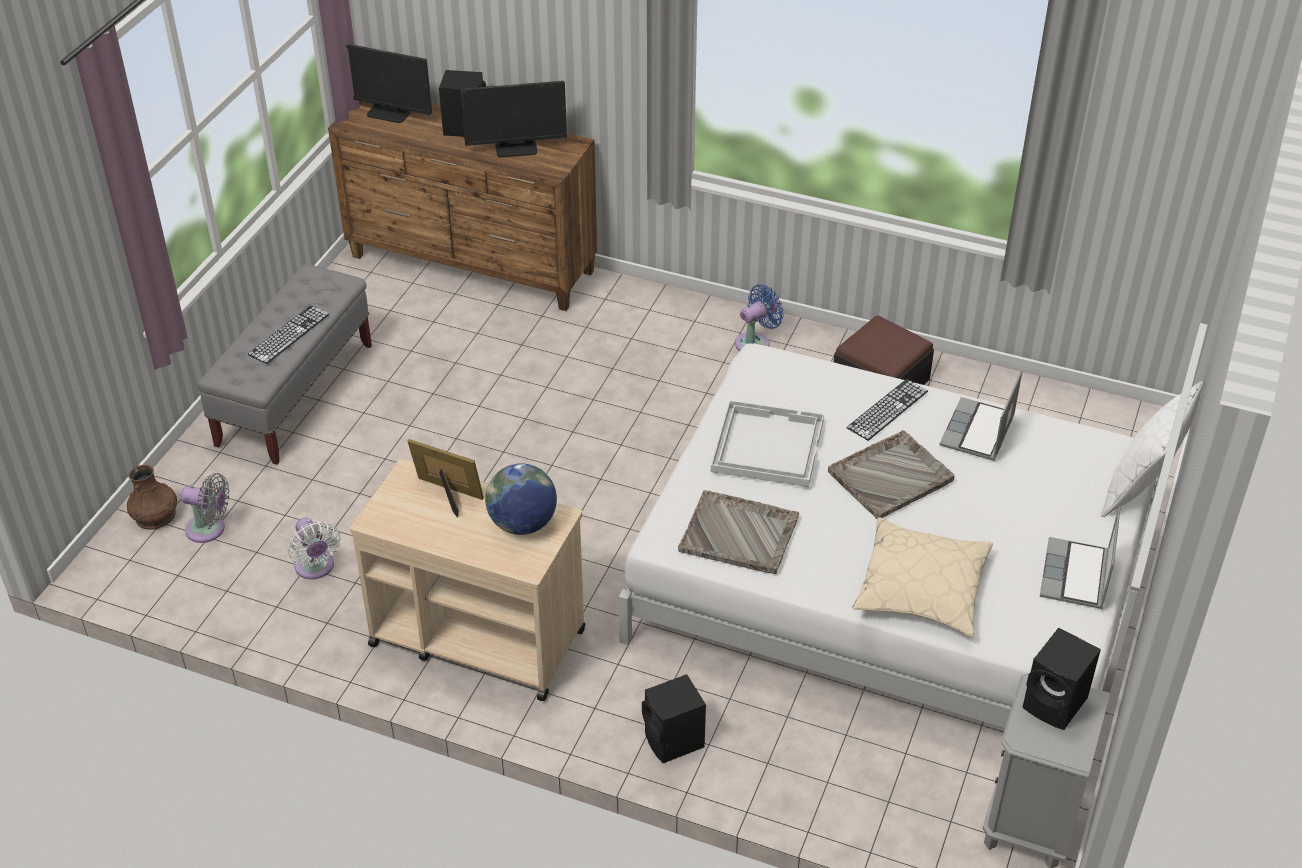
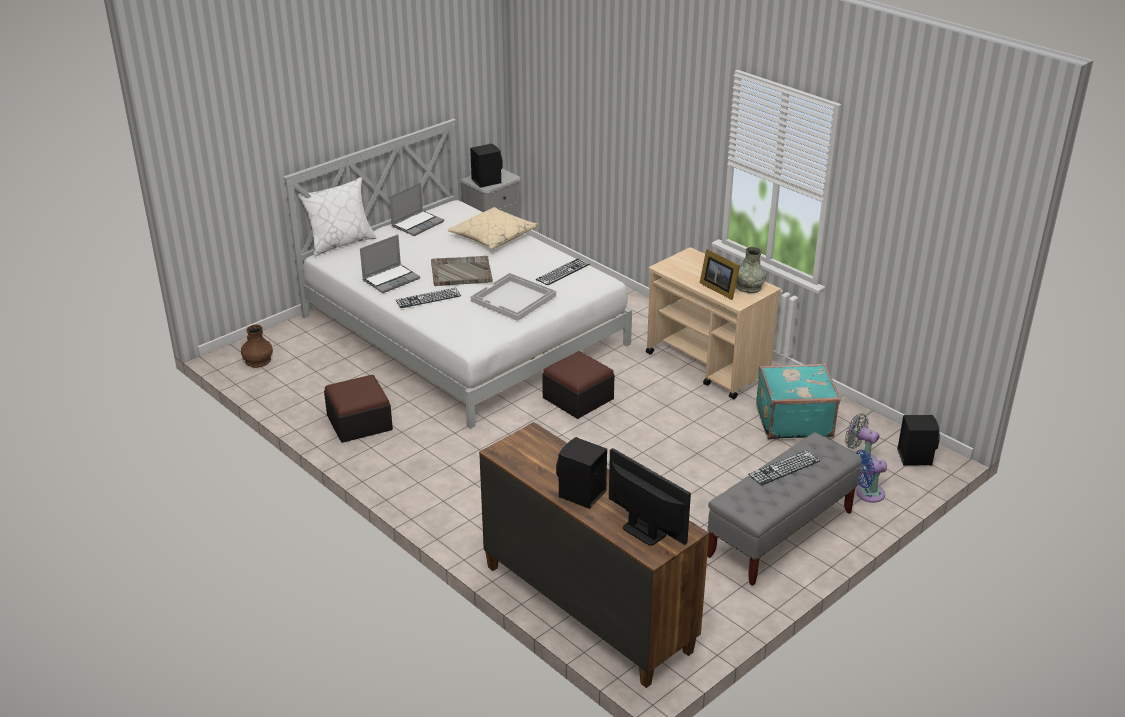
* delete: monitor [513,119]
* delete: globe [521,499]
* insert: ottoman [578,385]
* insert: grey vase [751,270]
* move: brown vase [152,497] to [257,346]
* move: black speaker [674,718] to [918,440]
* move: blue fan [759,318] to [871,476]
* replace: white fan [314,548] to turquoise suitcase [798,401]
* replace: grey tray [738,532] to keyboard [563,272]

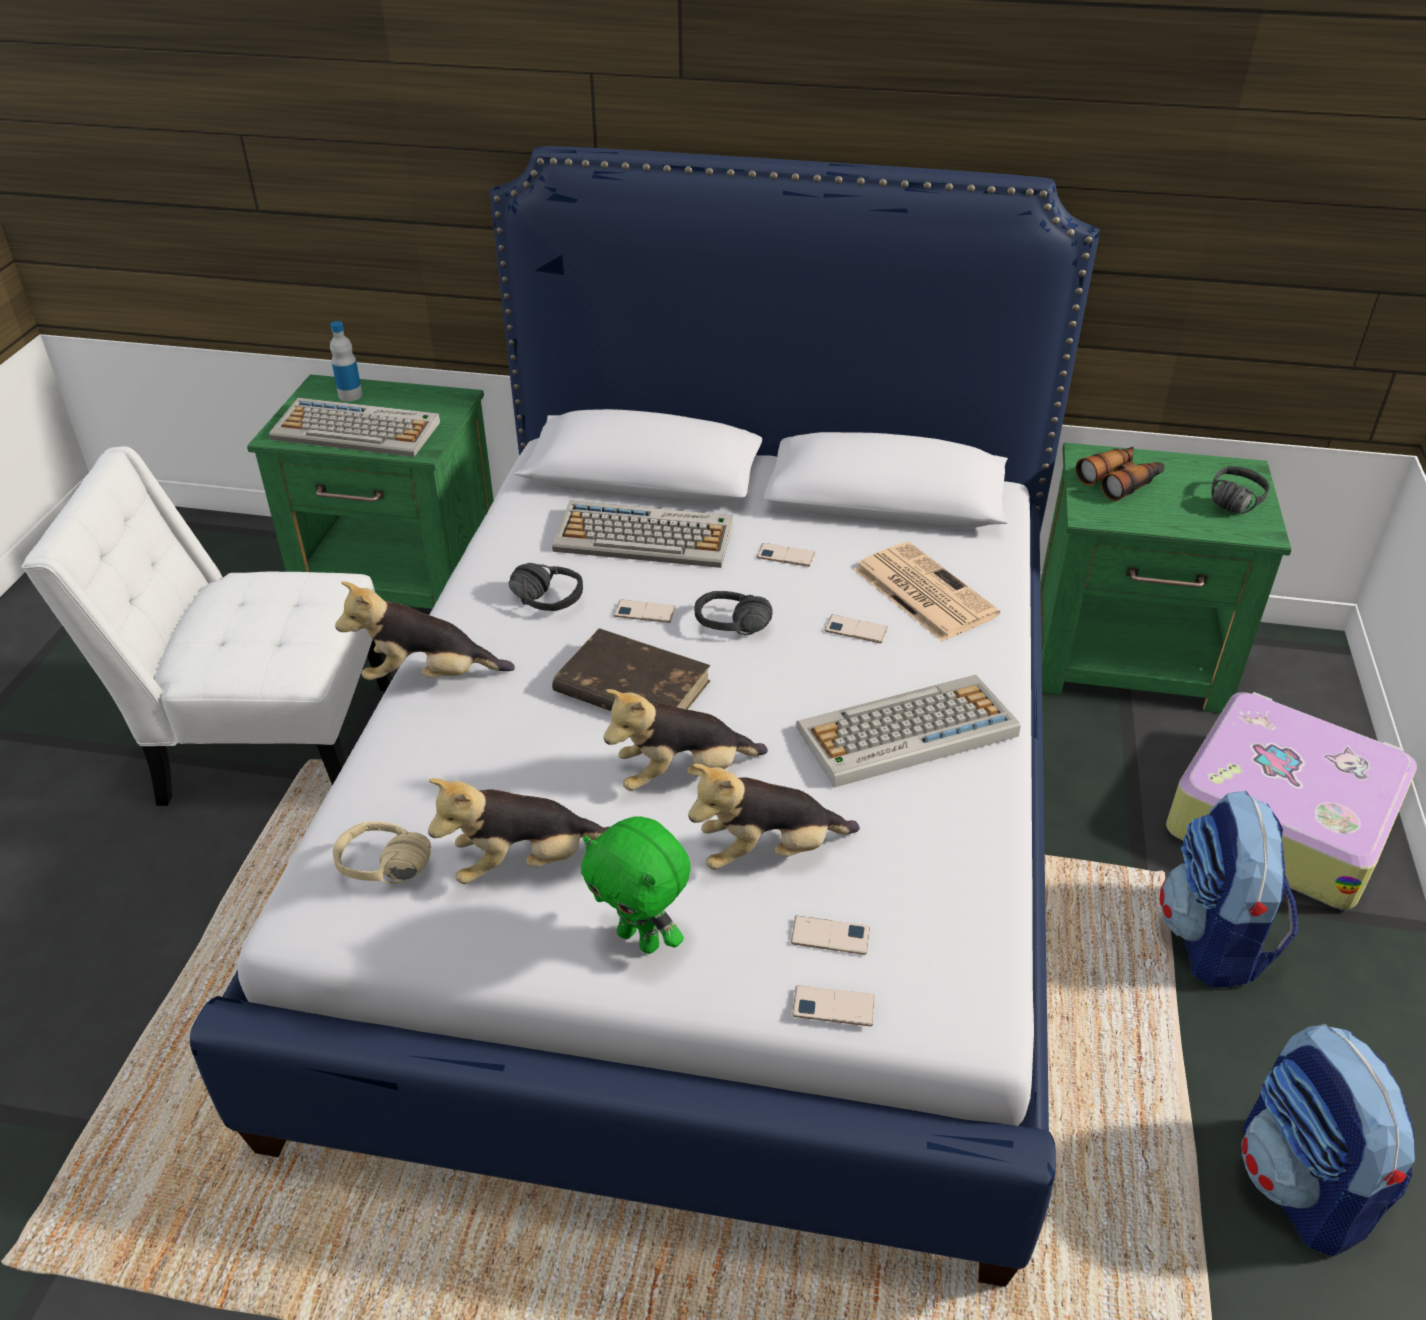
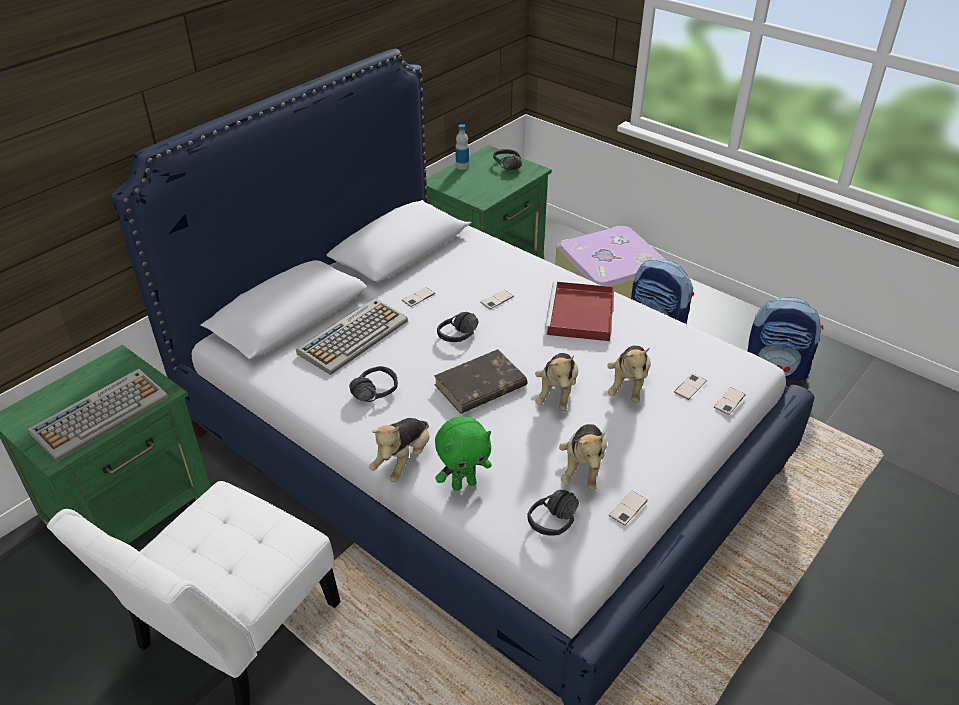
* delete: newspaper [926,591]
* delete: binoculars [1120,474]
* move: bottle [346,361] to [462,147]
* move: green plush toy [636,885] to [463,454]
* move: phone [645,611] to [628,508]
* replace: keyboard [908,731] to red tray [579,311]
* recolor: beige headphones [382,853] to black headphones [553,513]

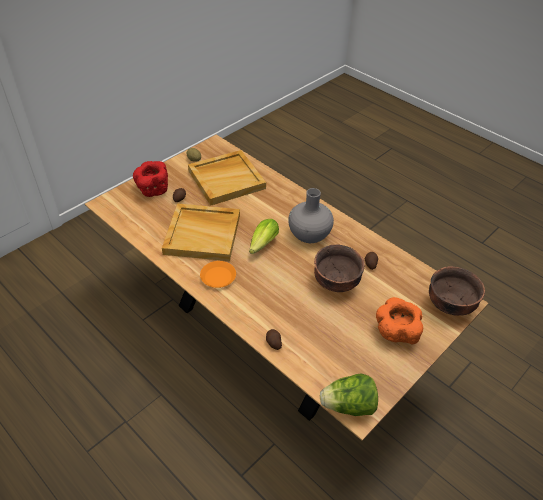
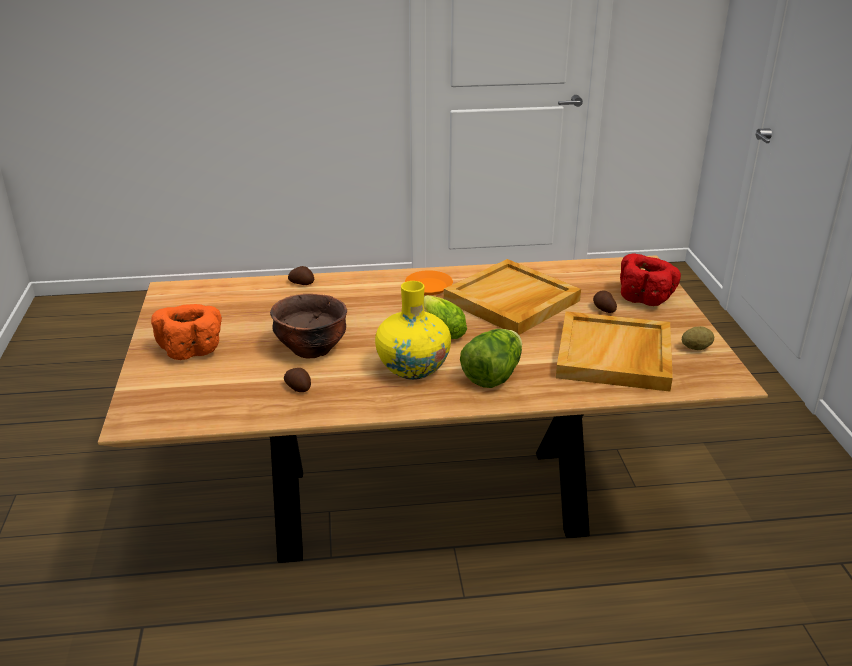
* delete: brown bowl [457,291]
* move: lettuce [349,395] to [491,358]
* recolor: grey vase [311,215] to yellow vase [413,330]

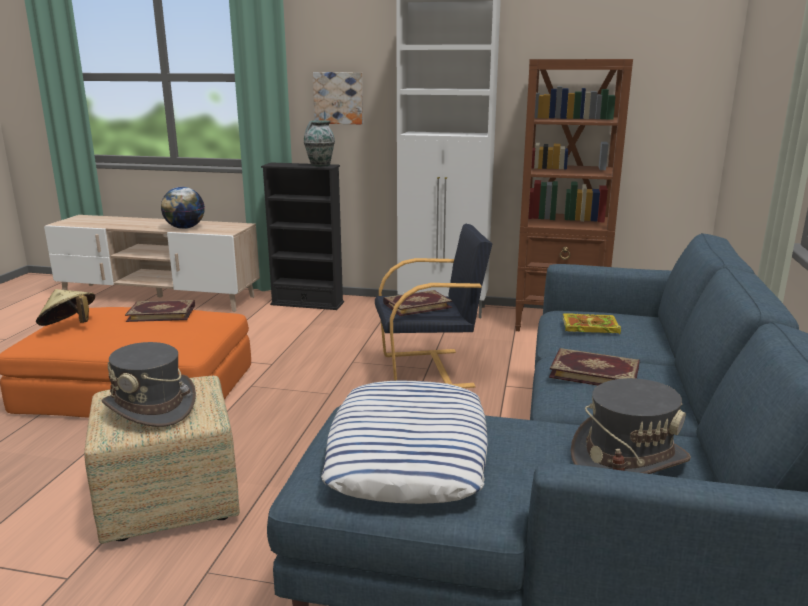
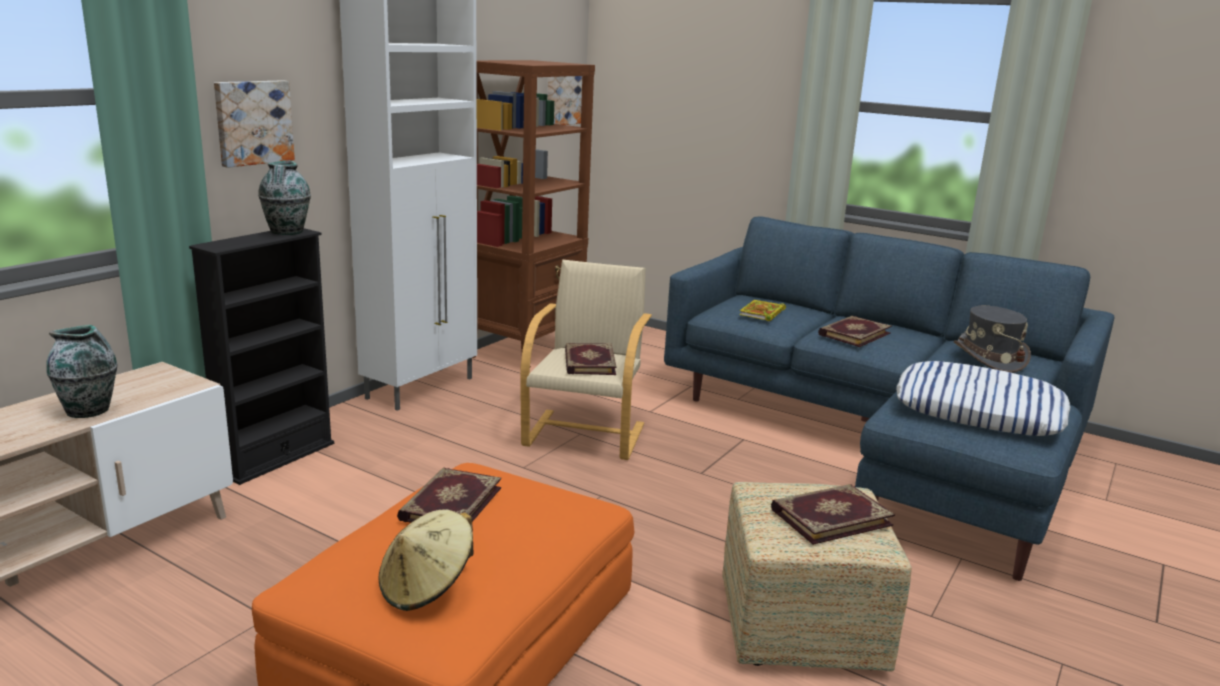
* insert: picture [564,100]
* replace: grey hat [148,384] to book [833,514]
* replace: globe [183,208] to vase [81,371]
* recolor: black armchair [433,306] to beige armchair [586,360]

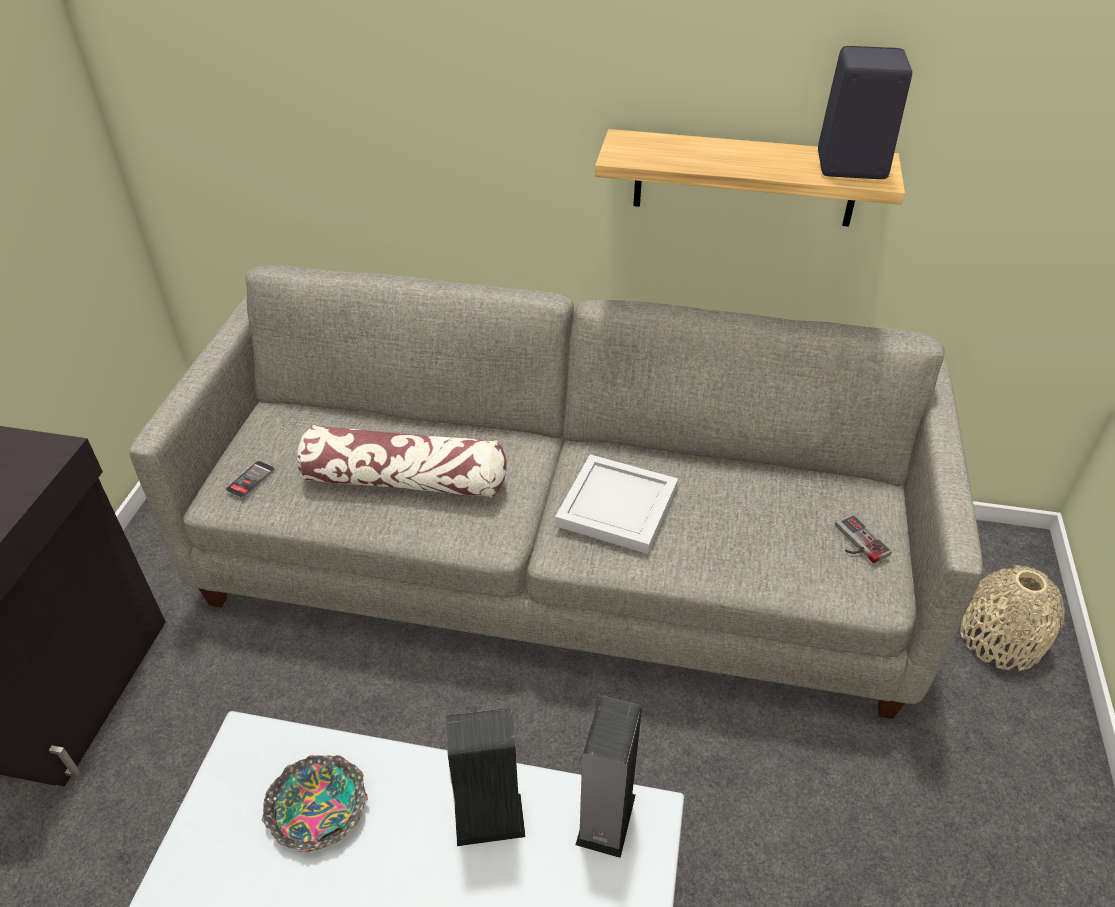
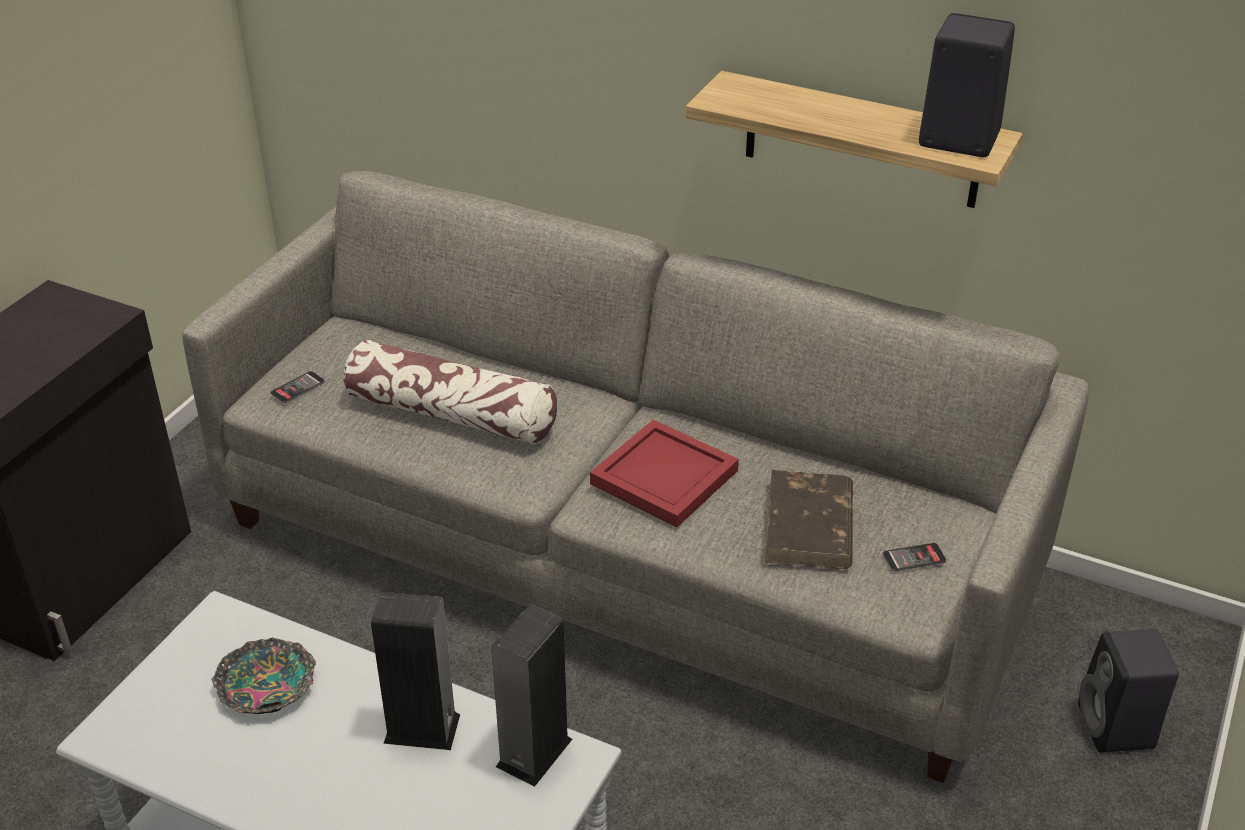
* insert: brown book [809,519]
* replace: game controller [863,538] to phone [914,557]
* replace: beige vase [1012,618] to black speaker [1128,690]
* recolor: white tray [616,504] to red tray [664,473]

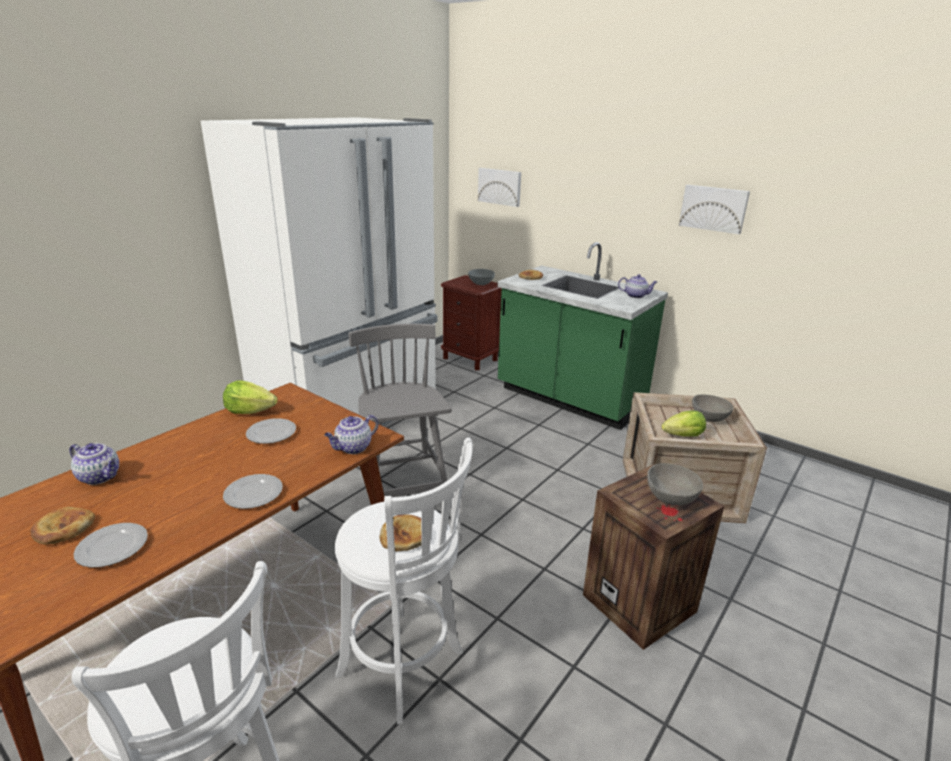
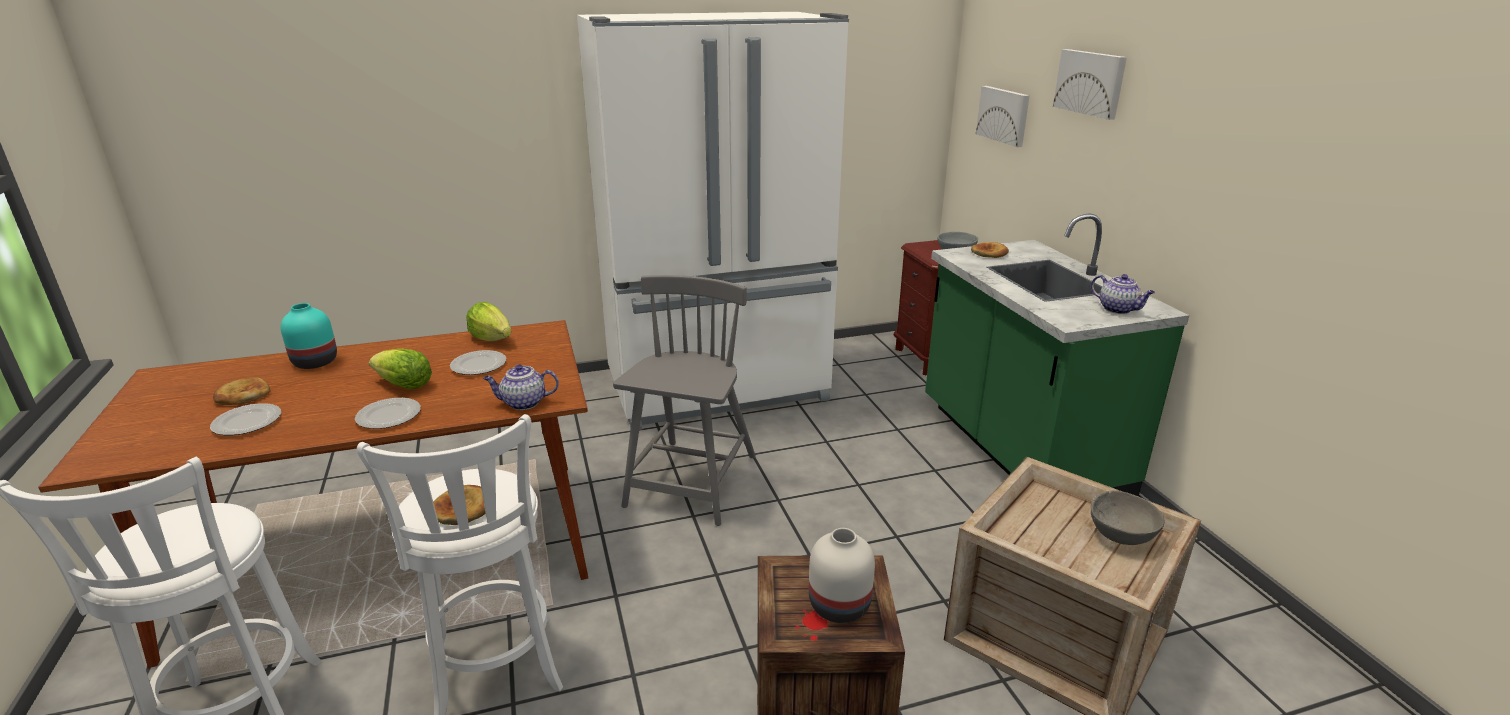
* move: lettuce [683,424] to [400,369]
* move: picture [714,209] to [1090,84]
* replace: teapot [94,464] to turquoise vase [309,336]
* replace: grey bowl [675,484] to white vase [842,575]

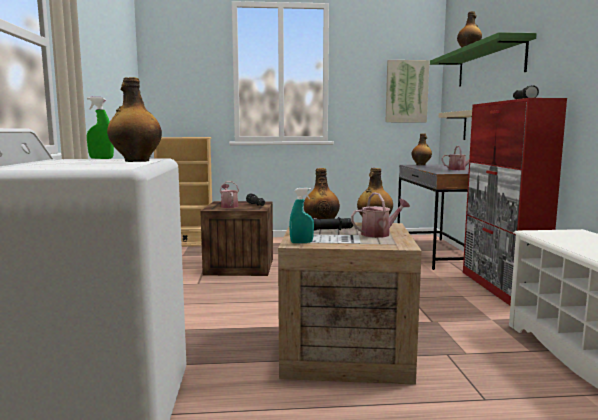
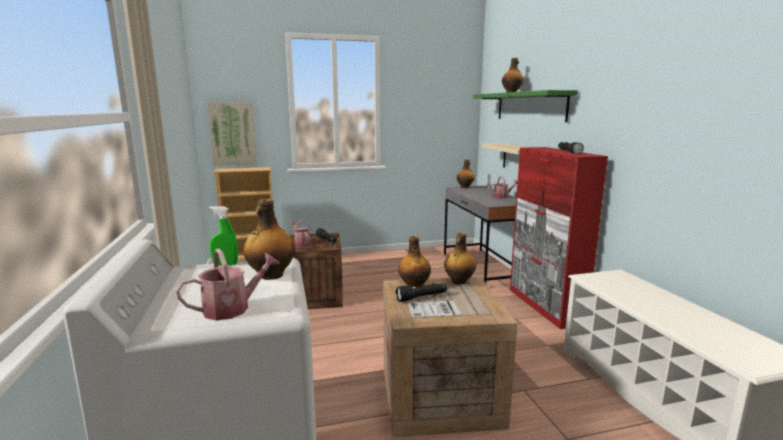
* delete: turquoise spray bottle [301,215]
* move: watering can [380,215] to [228,284]
* move: picture [408,91] to [232,134]

